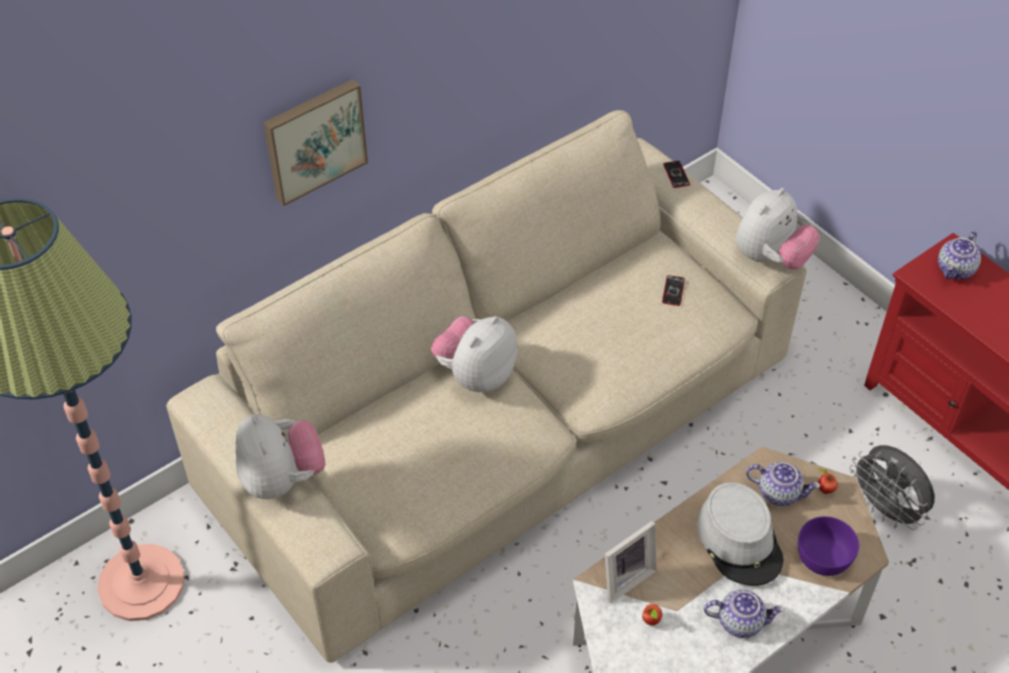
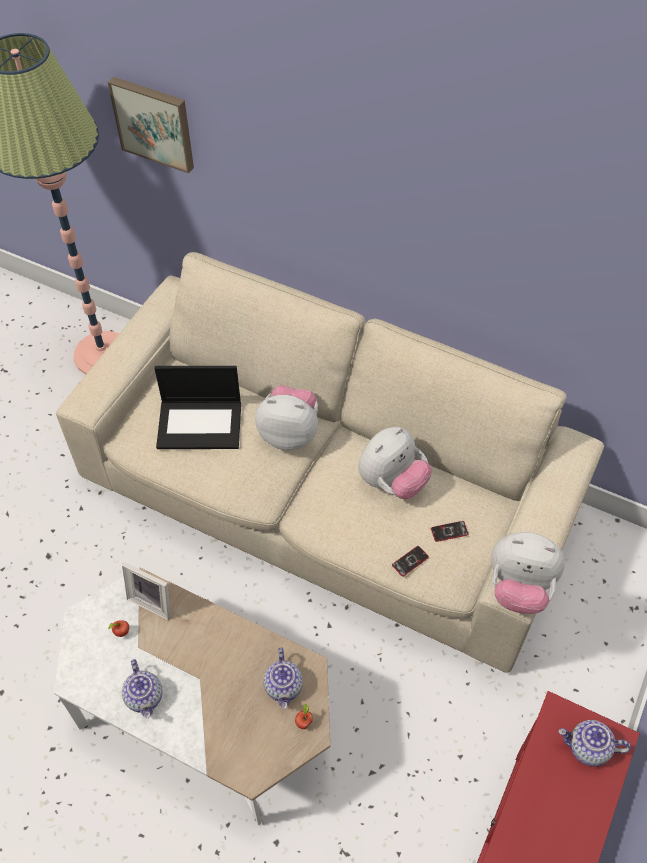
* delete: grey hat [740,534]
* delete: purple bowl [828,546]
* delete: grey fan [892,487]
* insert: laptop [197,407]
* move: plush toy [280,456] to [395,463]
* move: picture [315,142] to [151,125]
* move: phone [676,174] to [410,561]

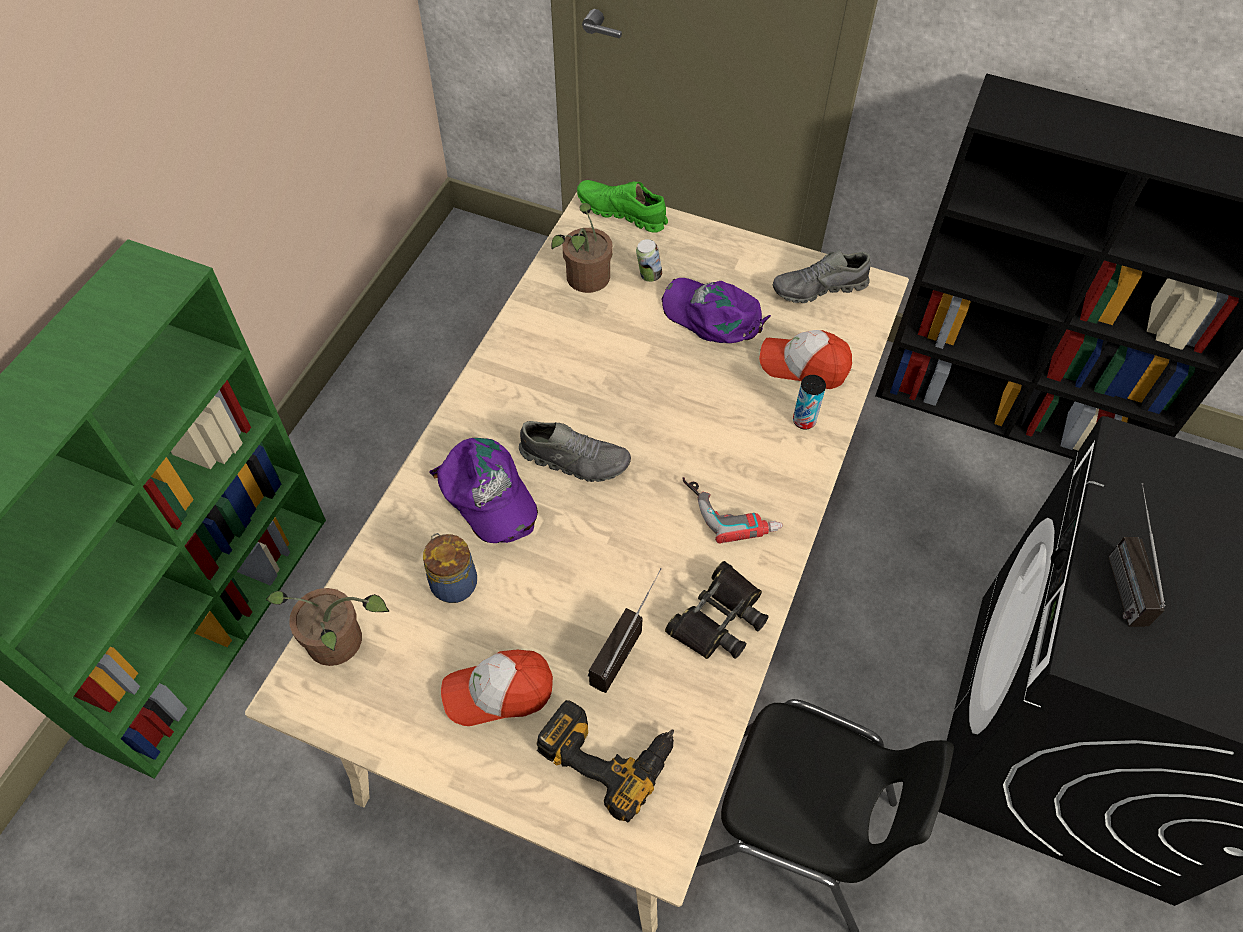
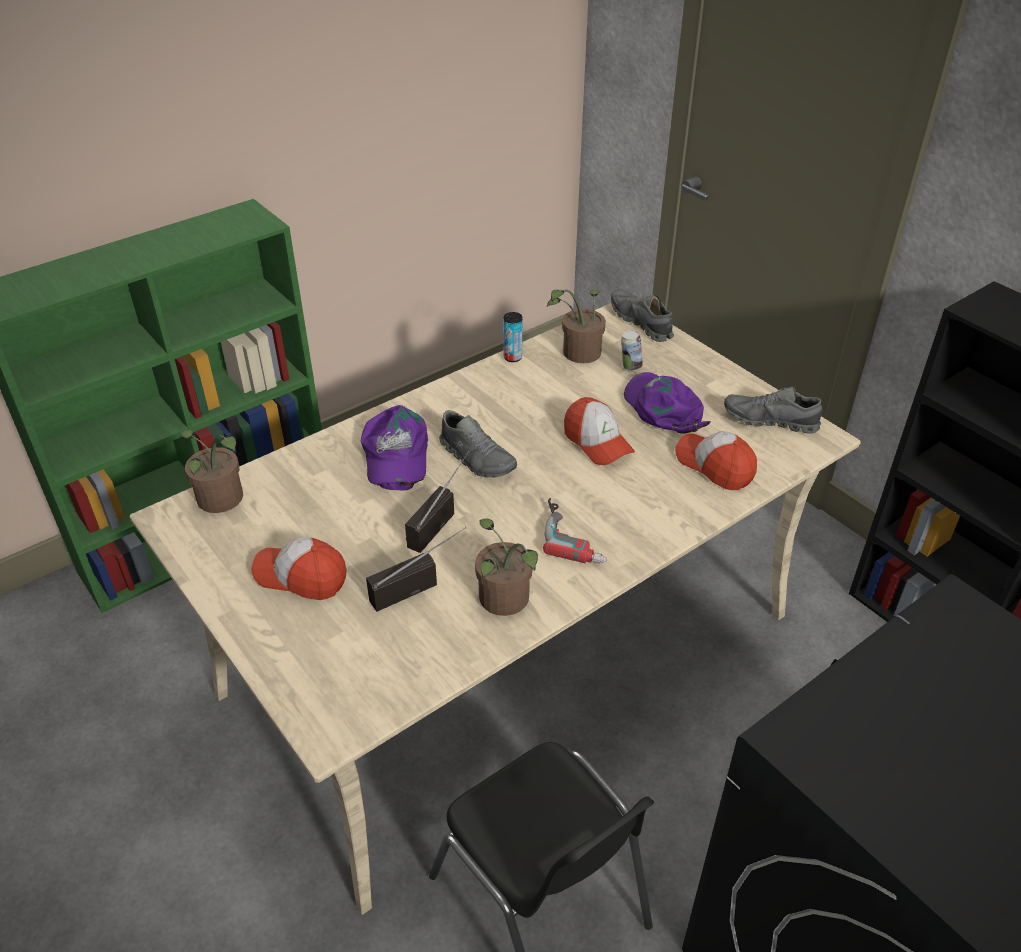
* delete: jar [450,568]
* delete: power drill [605,761]
* insert: cap [599,431]
* move: can [809,402] to [513,337]
* move: radio [1136,555] to [437,502]
* replace: black binoculars [717,610] to potted plant [506,567]
* recolor: green shoe [622,206] to grey shoe [642,315]

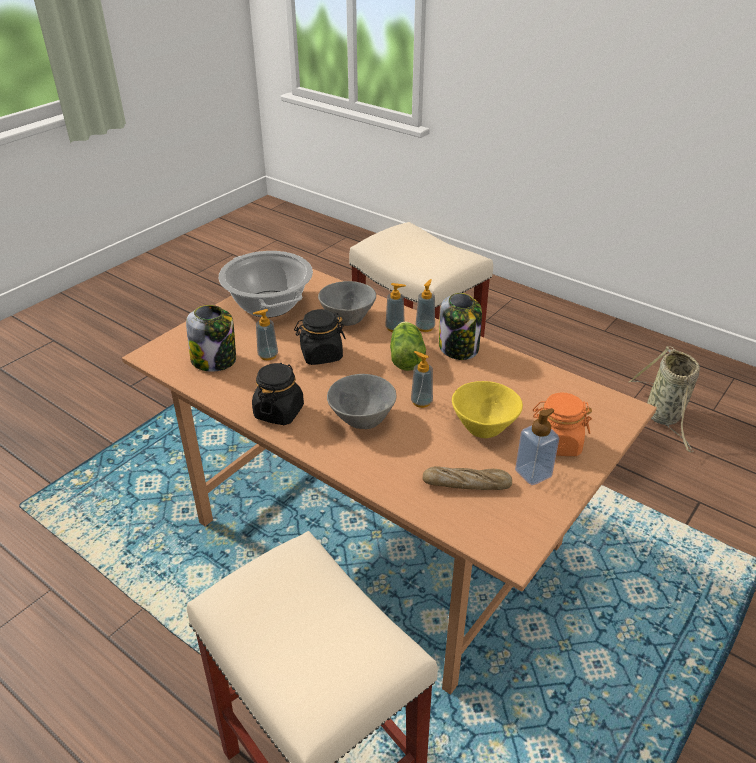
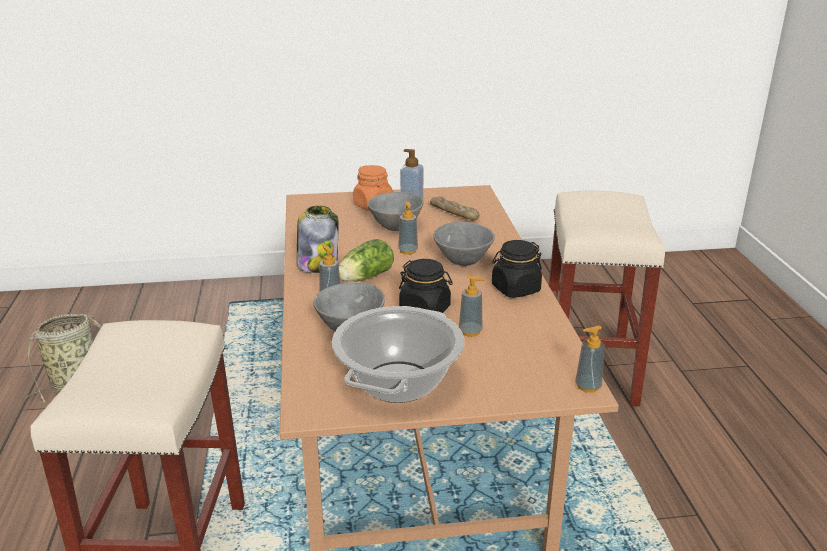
* delete: jar [211,338]
* move: soap dispenser [425,305] to [590,359]
* recolor: yellow bowl [487,409] to grey bowl [396,211]

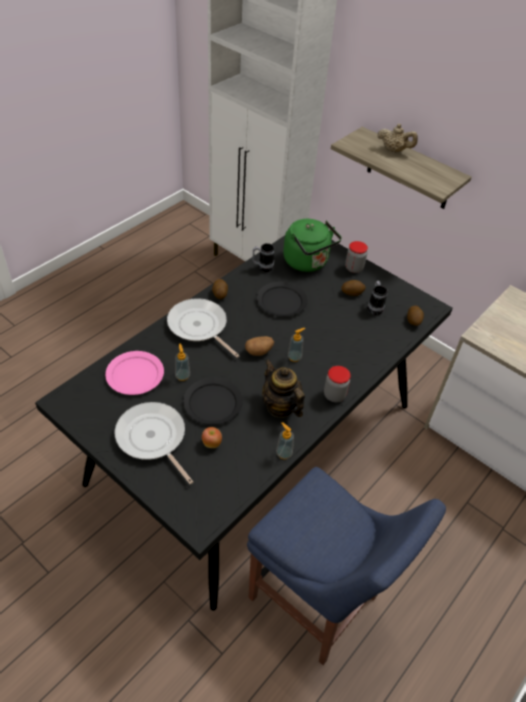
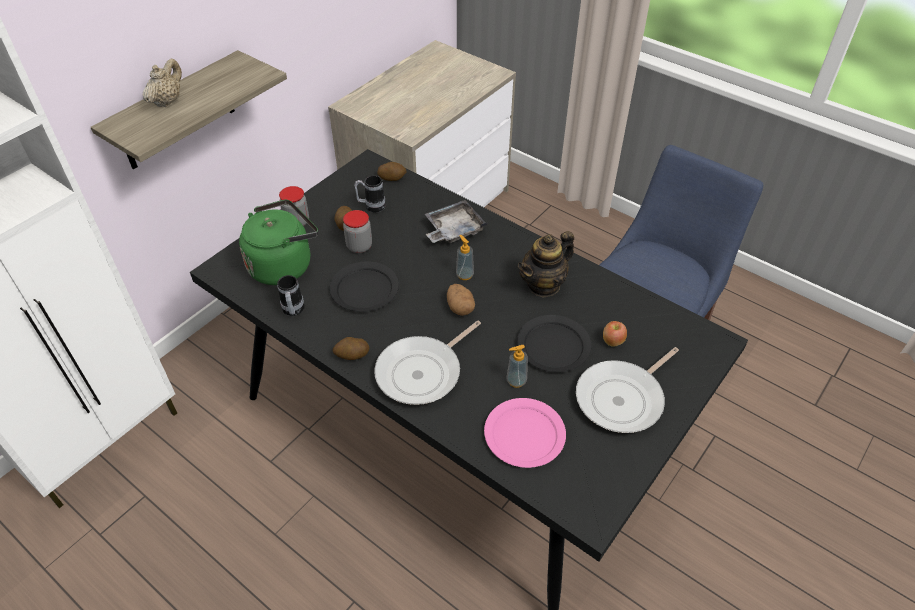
* delete: soap dispenser [285,440]
* insert: grey tray [456,221]
* move: jar [337,384] to [357,231]

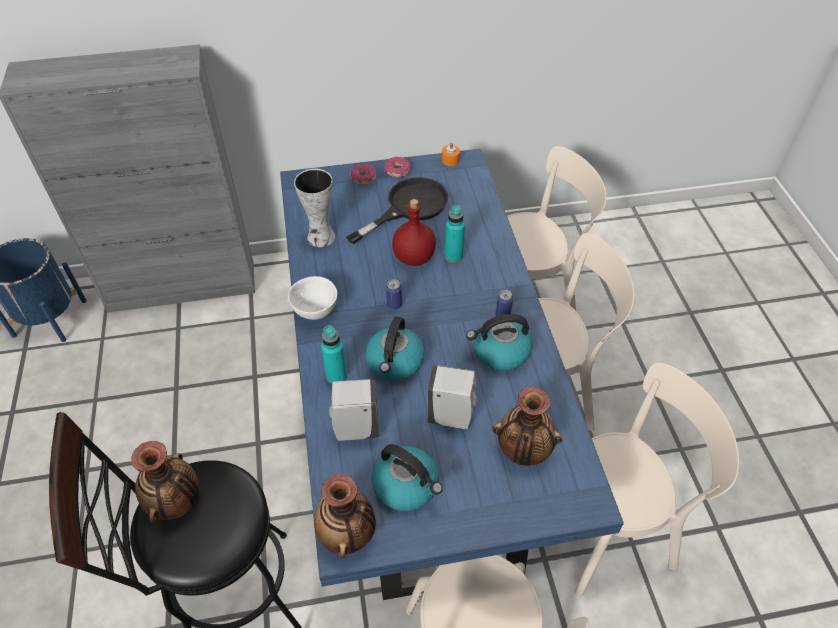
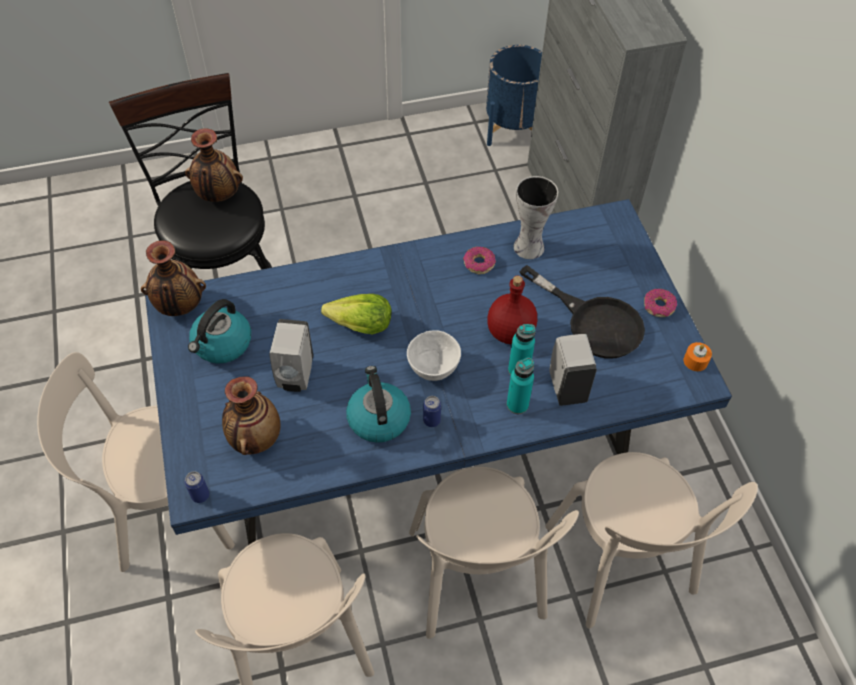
* move: white bowl [312,298] to [434,355]
* move: turquoise bottle [334,354] to [520,385]
* move: white soap dispenser [354,410] to [573,370]
* move: donut [363,174] to [479,260]
* move: can [394,294] to [196,487]
* replace: kettle [395,349] to lettuce [356,314]

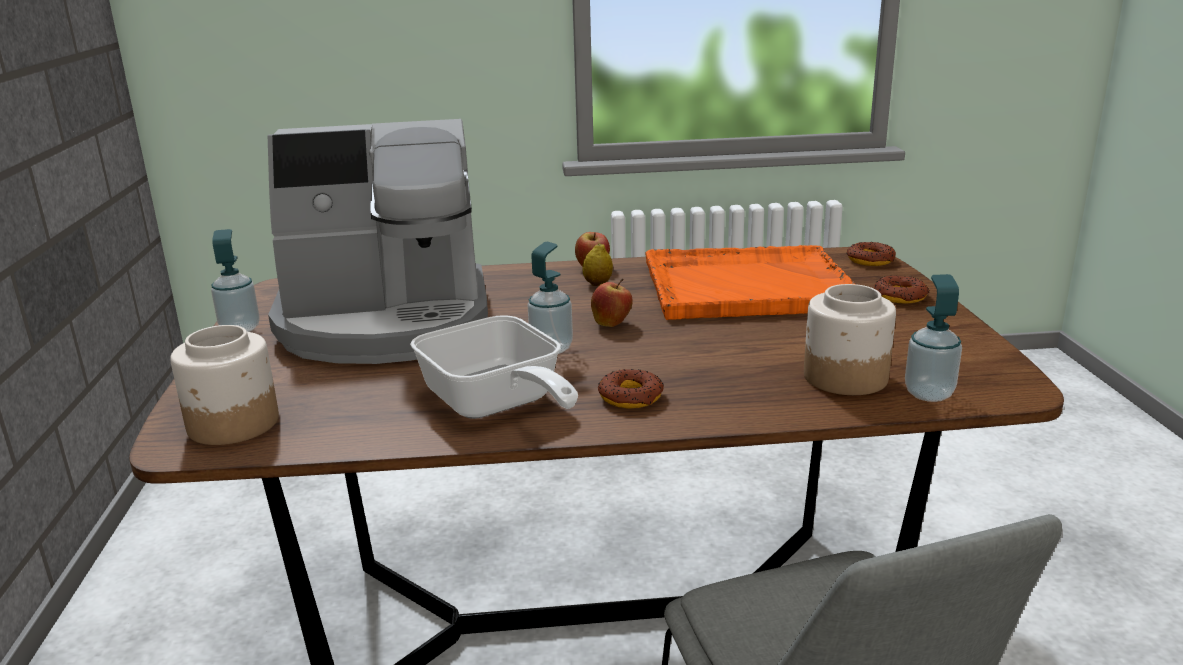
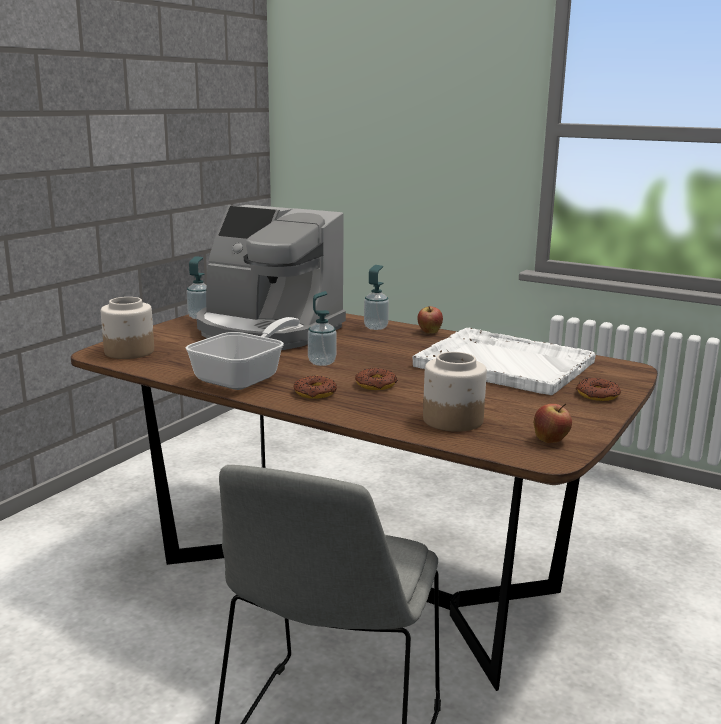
* delete: lemon [597,264]
* move: apple [612,303] to [553,423]
* move: donut [871,254] to [376,379]
* move: soap dispenser [933,338] to [376,297]
* recolor: orange tray [750,282] to white tray [504,361]
* rotate: frying pan [494,367] = [243,353] 150 degrees counterclockwise

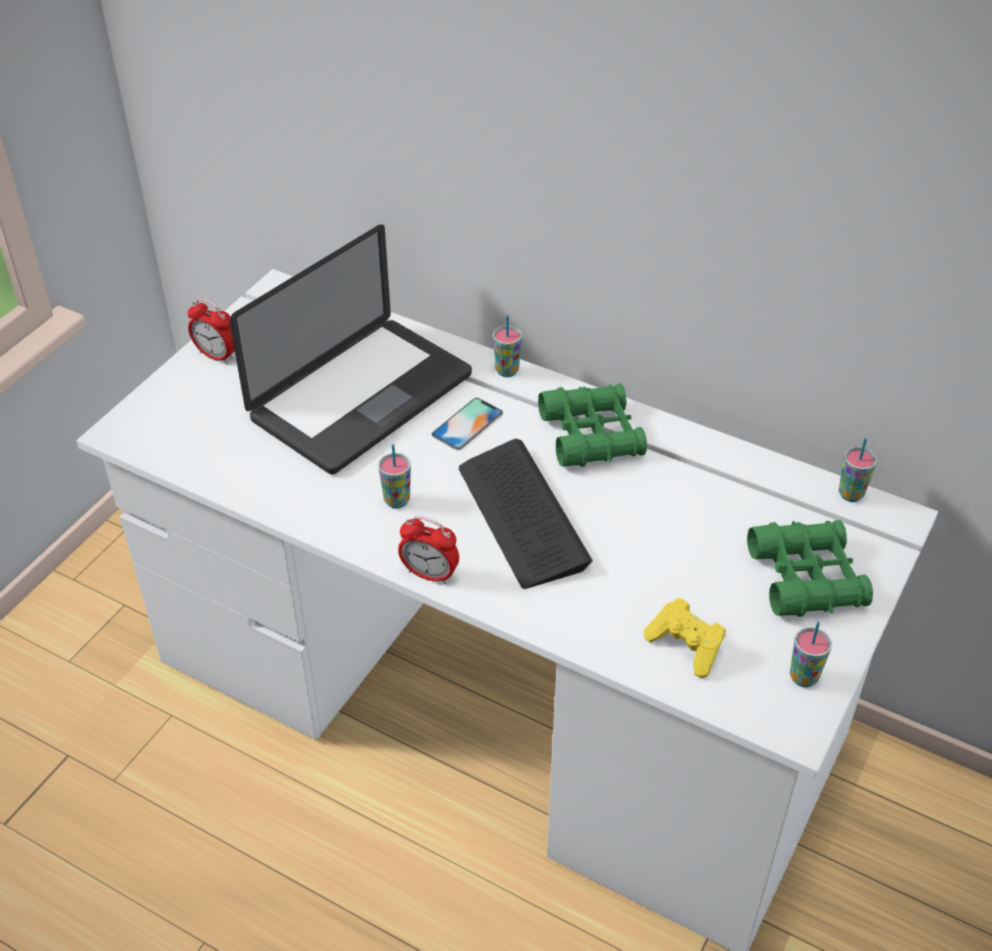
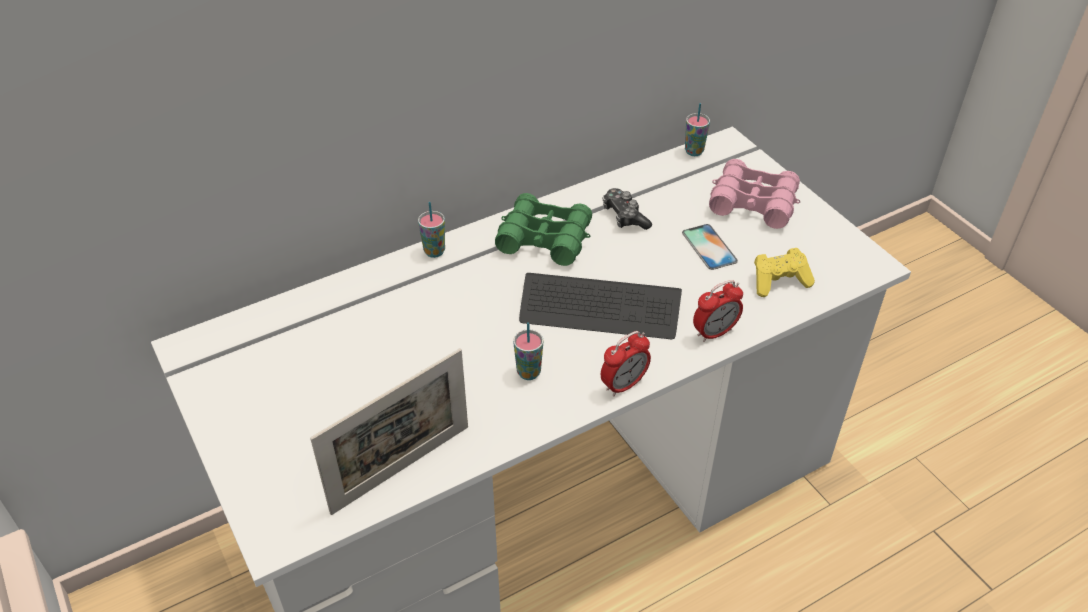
* delete: laptop [350,349]
* delete: cup [811,654]
* insert: picture frame [389,431]
* insert: game controller [627,209]
* move: alarm clock [211,331] to [718,311]
* move: phone [467,424] to [710,247]
* recolor: green binoculars [810,568] to pink binoculars [754,194]

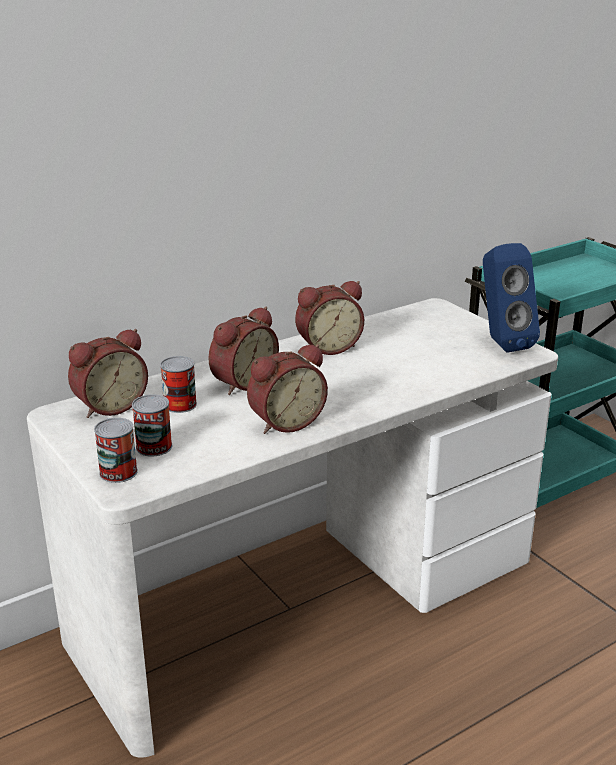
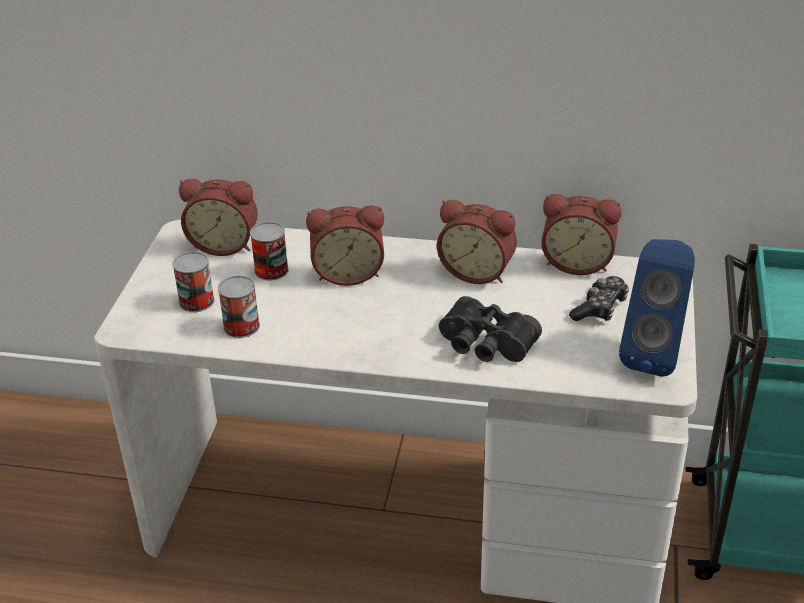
* insert: black binoculars [490,329]
* insert: game controller [599,298]
* move: can [116,450] to [239,306]
* move: alarm clock [287,389] to [581,234]

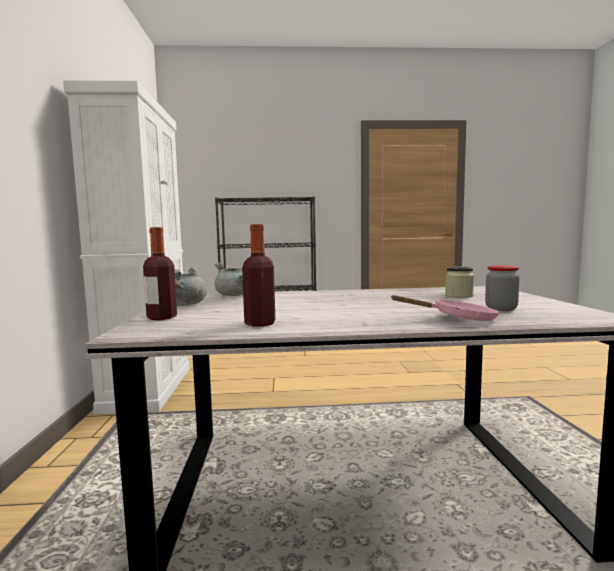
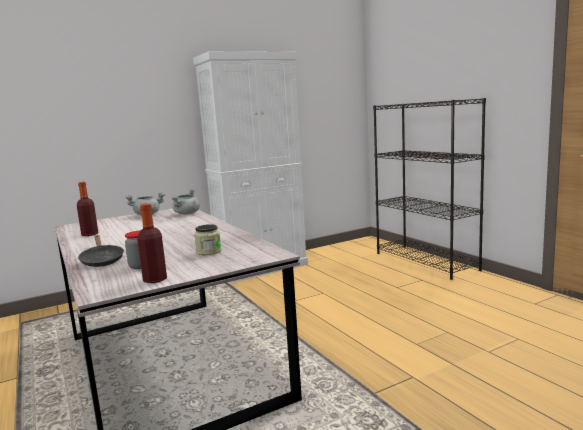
* move: bottle [160,273] to [152,243]
* recolor: pink frying pan [445,308] to black frying pan [101,251]

